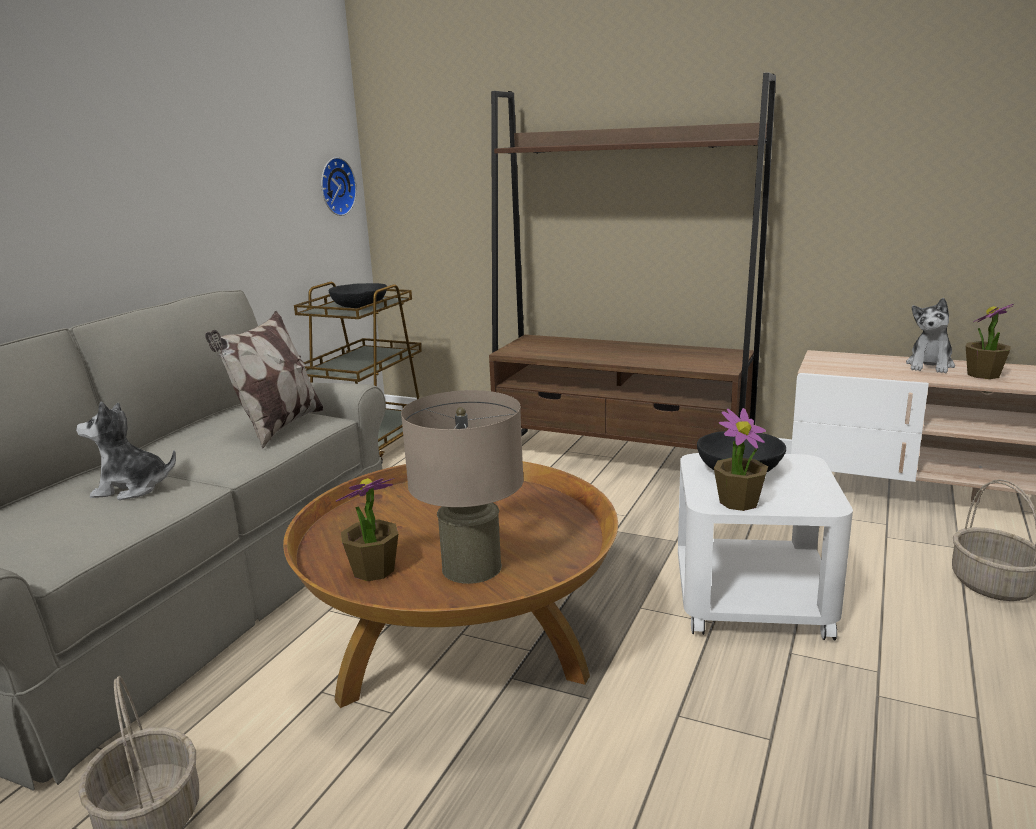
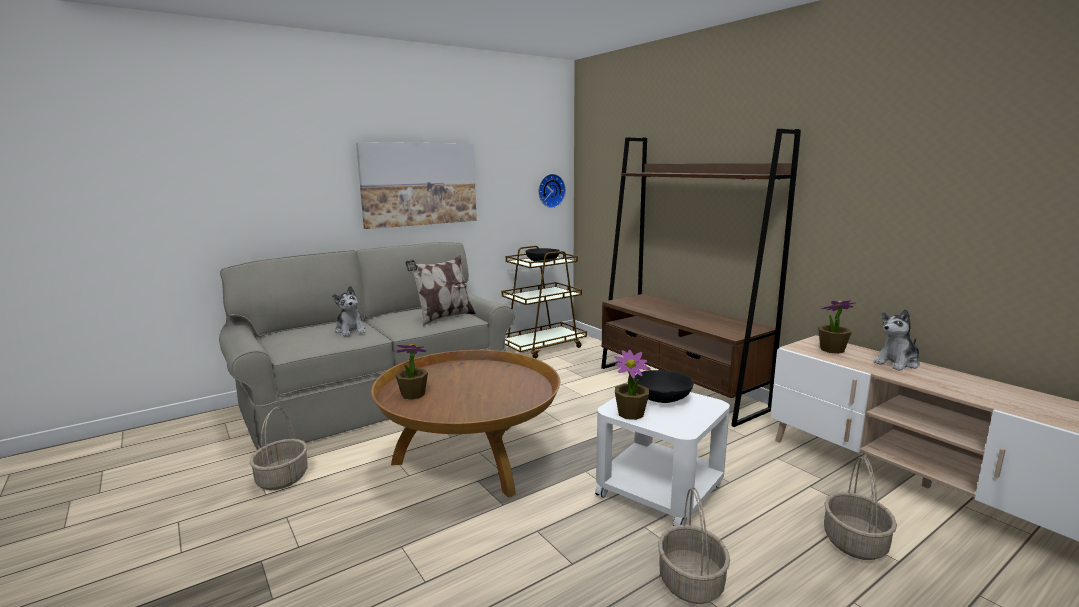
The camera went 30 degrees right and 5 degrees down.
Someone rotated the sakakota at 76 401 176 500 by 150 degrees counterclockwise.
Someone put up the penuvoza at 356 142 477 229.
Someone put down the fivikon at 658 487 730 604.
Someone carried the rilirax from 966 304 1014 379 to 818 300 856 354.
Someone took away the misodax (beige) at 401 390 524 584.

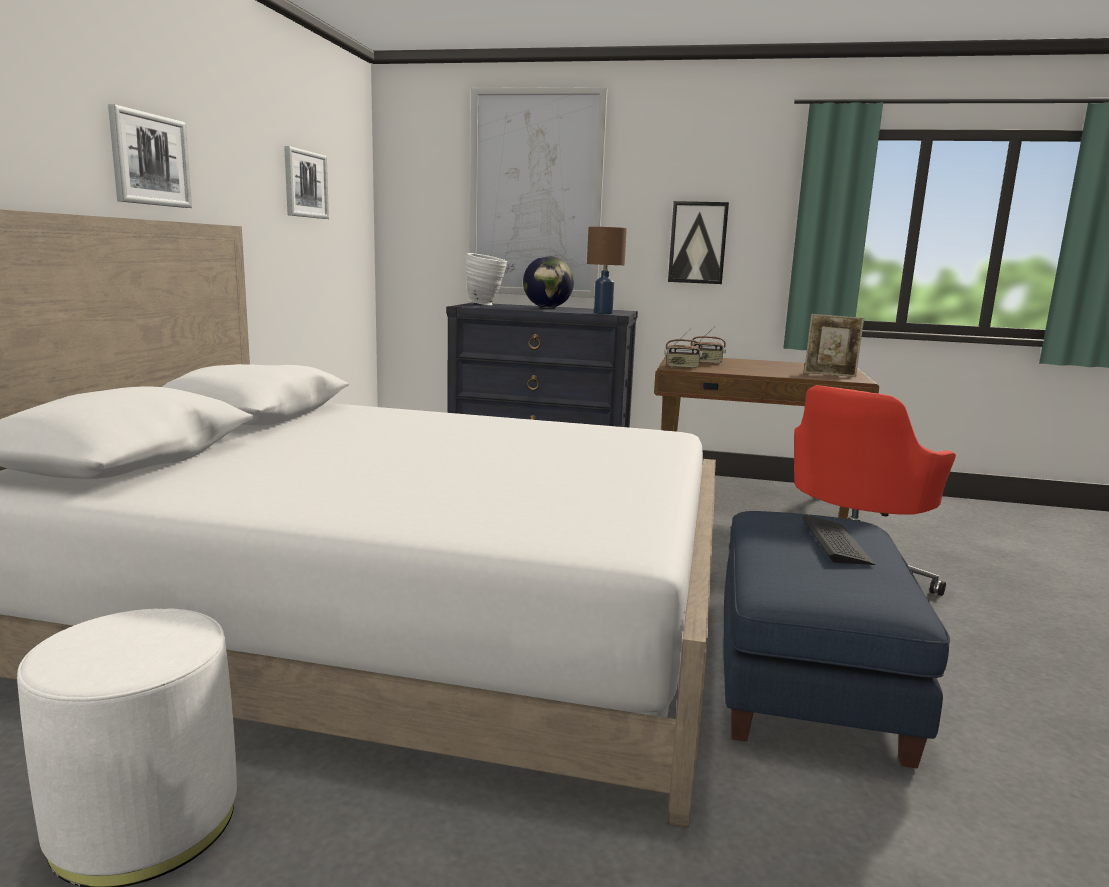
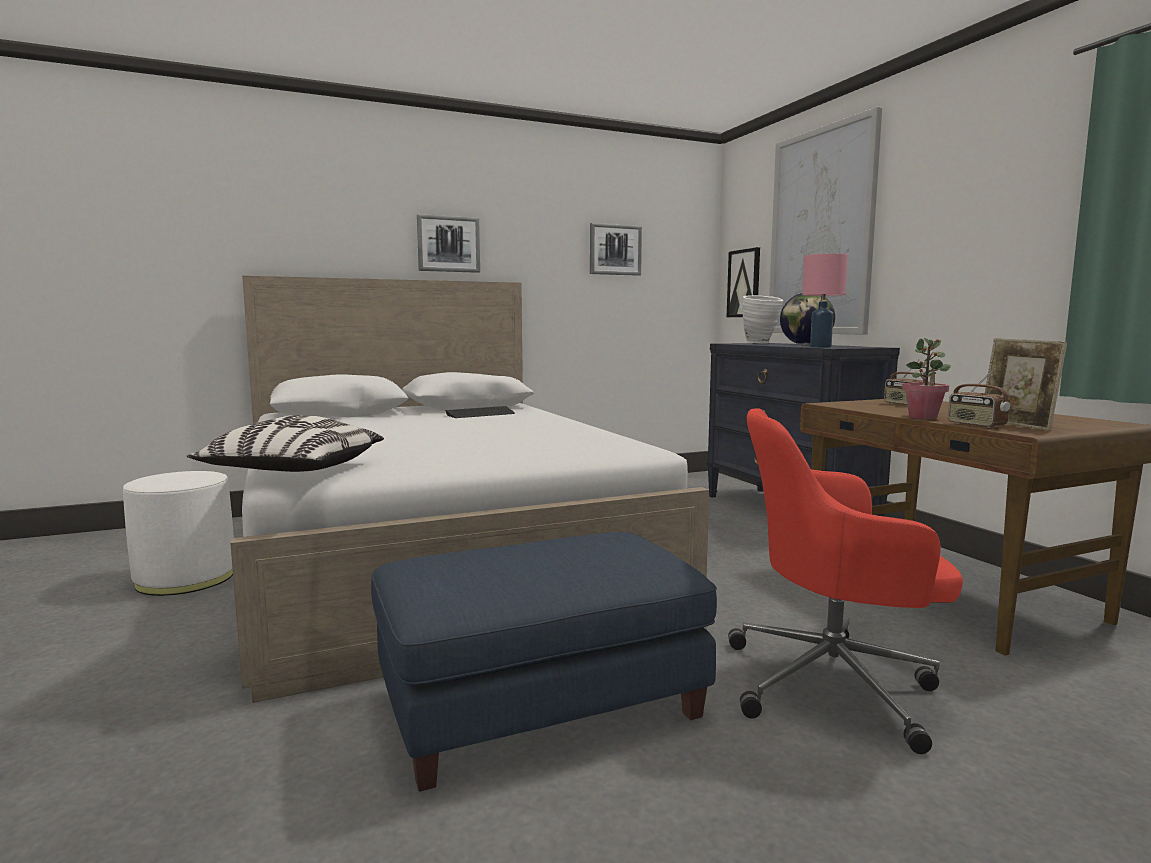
The camera went 55 degrees right and 5 degrees down.
Someone put down the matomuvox at 187 415 384 472.
Someone carried the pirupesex from 802 515 875 565 to 445 406 515 418.
Someone carried the penuvoza from 668 201 729 284 to 727 247 760 317.
Someone repainted the misodax (brown) at 587 227 627 314, which became the misodax (pink) at 802 253 848 348.
Someone put down the rilirax at 902 338 951 419.
Someone carried the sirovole from 664 329 703 369 to 948 368 1010 428.

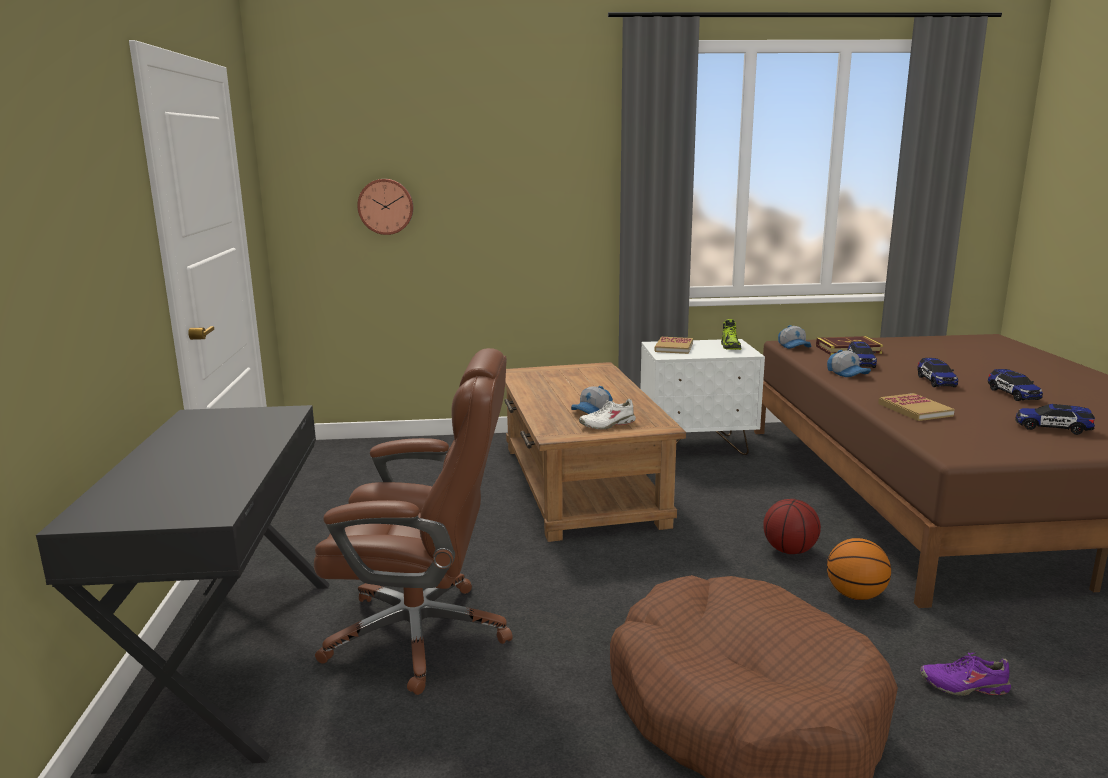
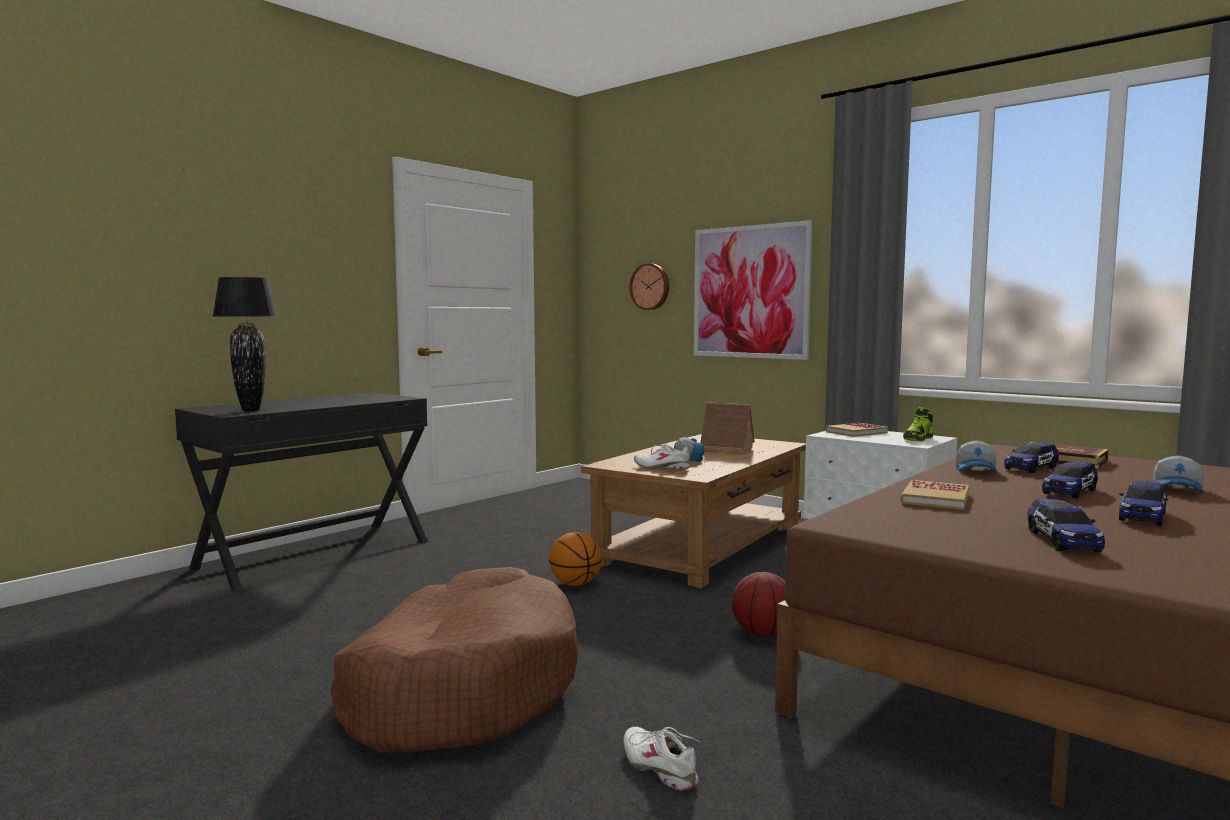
The camera went 45 degrees right and 10 degrees down.
Someone put down the misodax (black) at 212 277 279 412.
Someone carried the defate from 827 538 891 600 to 549 532 602 586.
Someone repainted the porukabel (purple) at 920 653 1011 696, which became the porukabel (white) at 623 727 699 791.
Someone put up the penuvoza at 694 220 813 360.
Someone put down the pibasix at 700 402 755 453.
Someone rotated the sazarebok at 1015 404 1095 435 by 150 degrees counterclockwise.
Someone carried the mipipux from 778 325 811 349 to 1153 455 1203 494.
Someone took away the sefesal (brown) at 314 348 513 695.

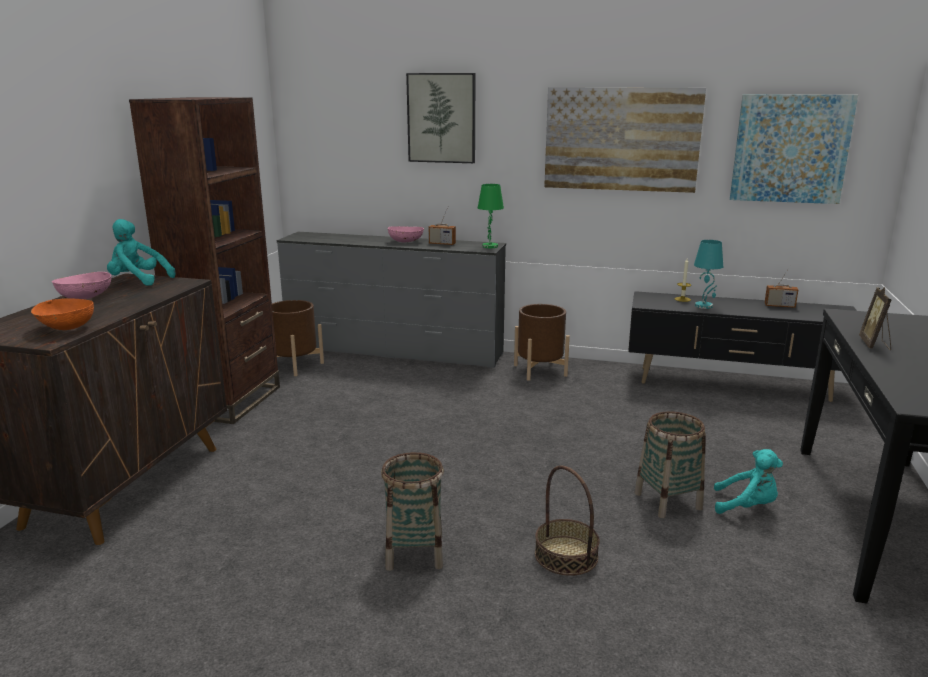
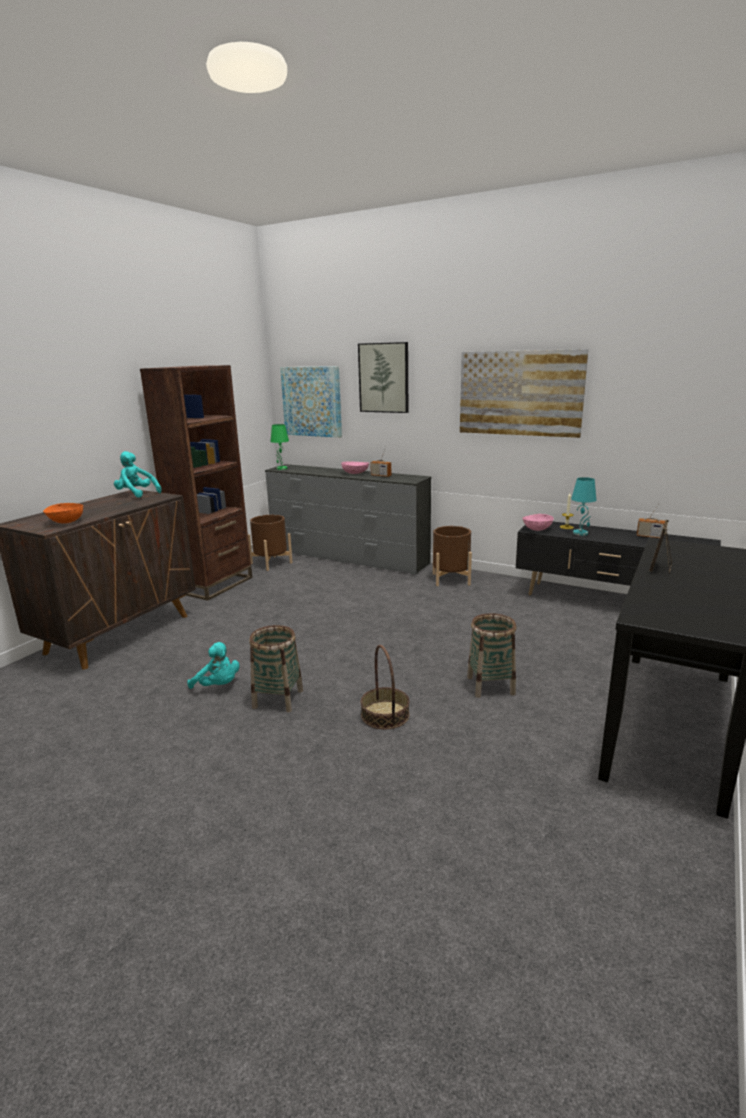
The camera went 15 degrees right and 0 degrees up.
Someone carried the sakakota (turquoise) from 714 449 783 514 to 187 642 240 689.
Someone carried the misodax (green) from 478 184 504 248 to 270 424 289 470.
Someone carried the penuvoza from 730 94 858 204 to 280 366 342 438.
Someone carried the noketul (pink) from 52 272 111 299 to 523 514 554 531.

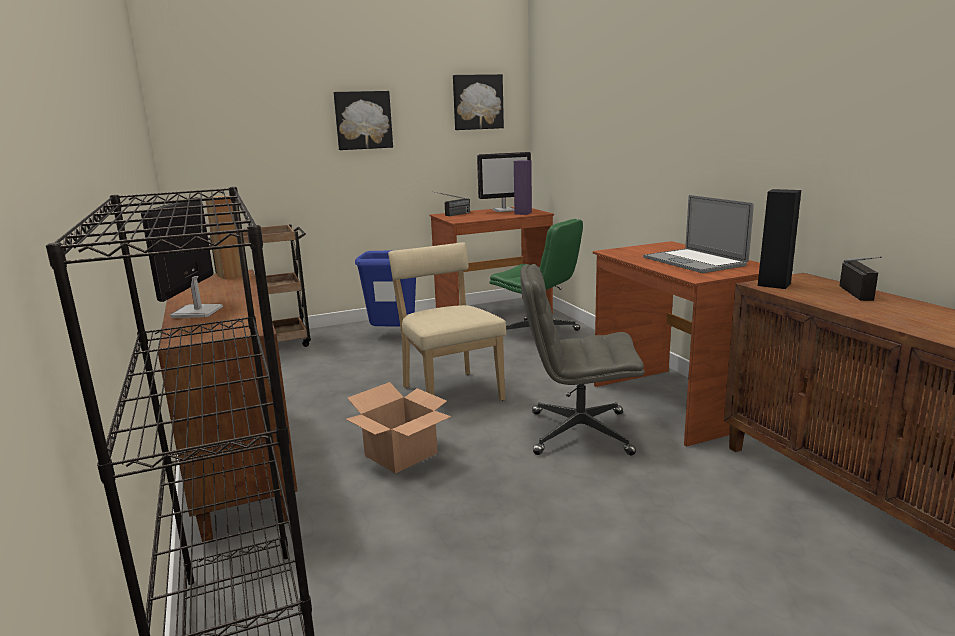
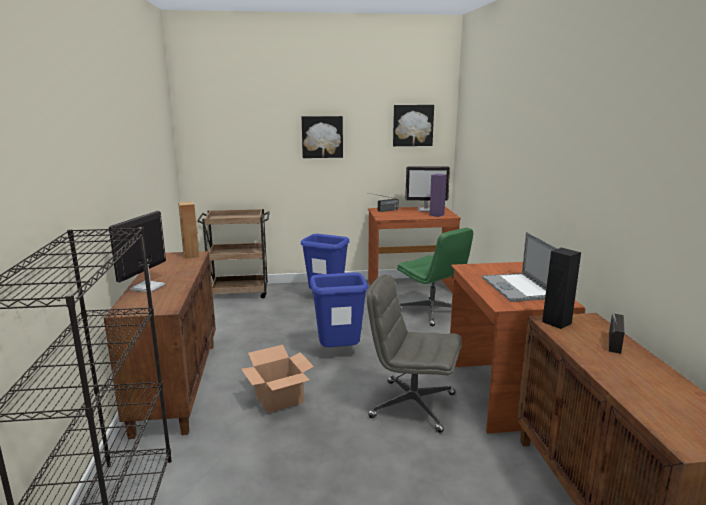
The camera went 15 degrees right and 0 degrees up.
Someone swapped the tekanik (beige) at 388 242 506 401 for the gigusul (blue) at 310 272 368 347.

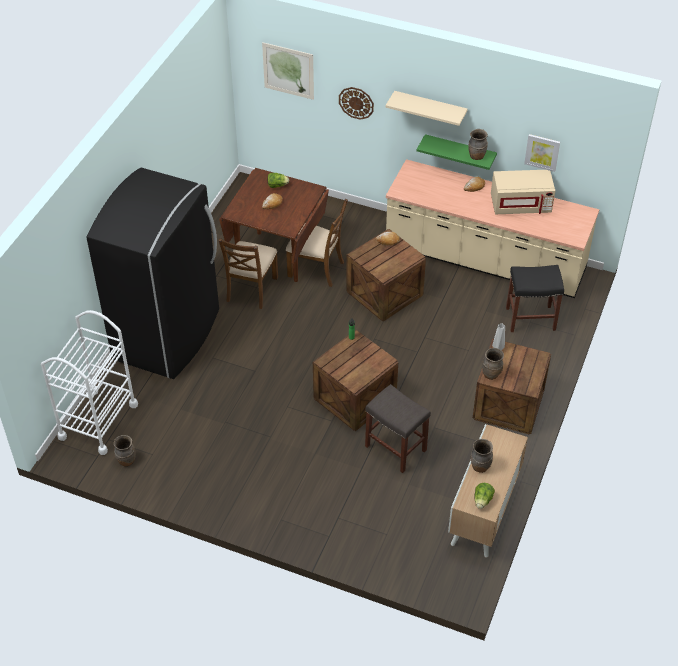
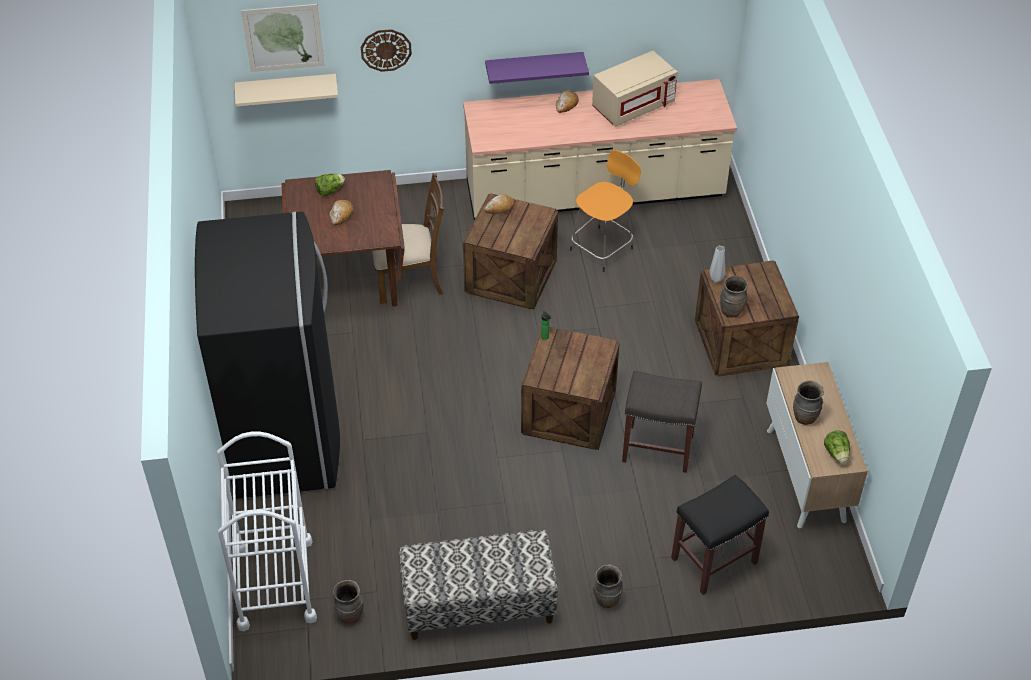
The camera went 30 degrees left and 0 degrees up.
Someone carried the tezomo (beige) from 385 91 467 126 to 235 74 338 107.
Someone put down the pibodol at 399 530 558 640.
Someone repainted the tezomo (green) at 417 134 497 170, which became the tezomo (purple) at 485 52 589 84.
Someone put down the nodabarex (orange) at 570 150 641 272.
Someone carried the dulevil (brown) from 468 129 488 160 to 593 564 623 608.
Someone carried the nodabarex (black) from 506 265 564 332 to 671 475 769 595.
Someone took away the tekanik (brown) at 219 238 278 309.
Someone took away the penuvoza at 524 134 560 172.

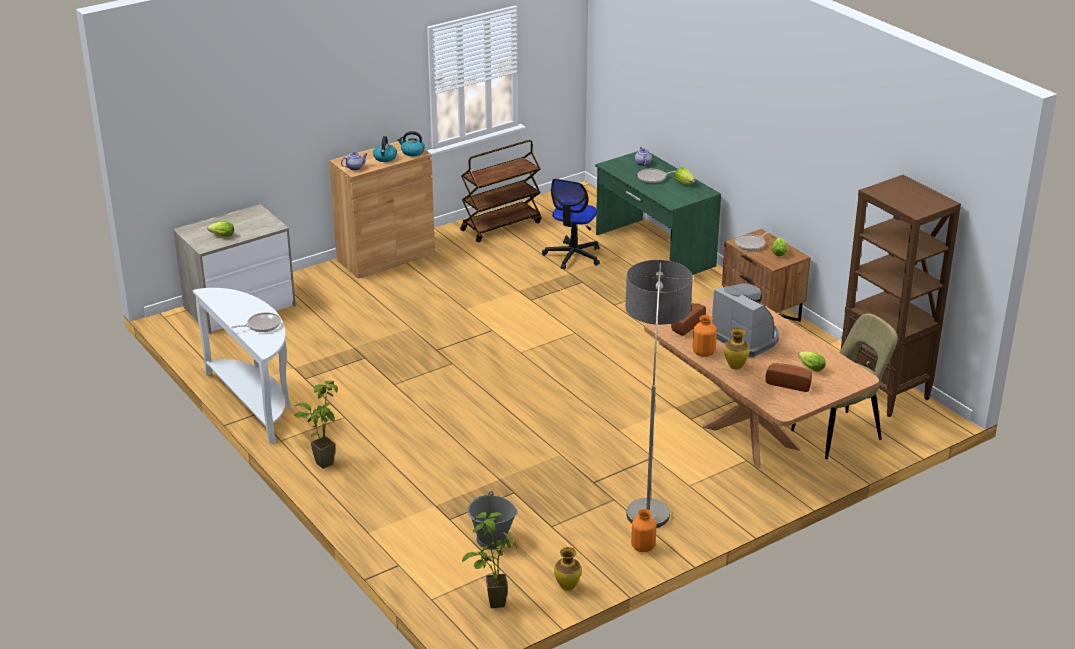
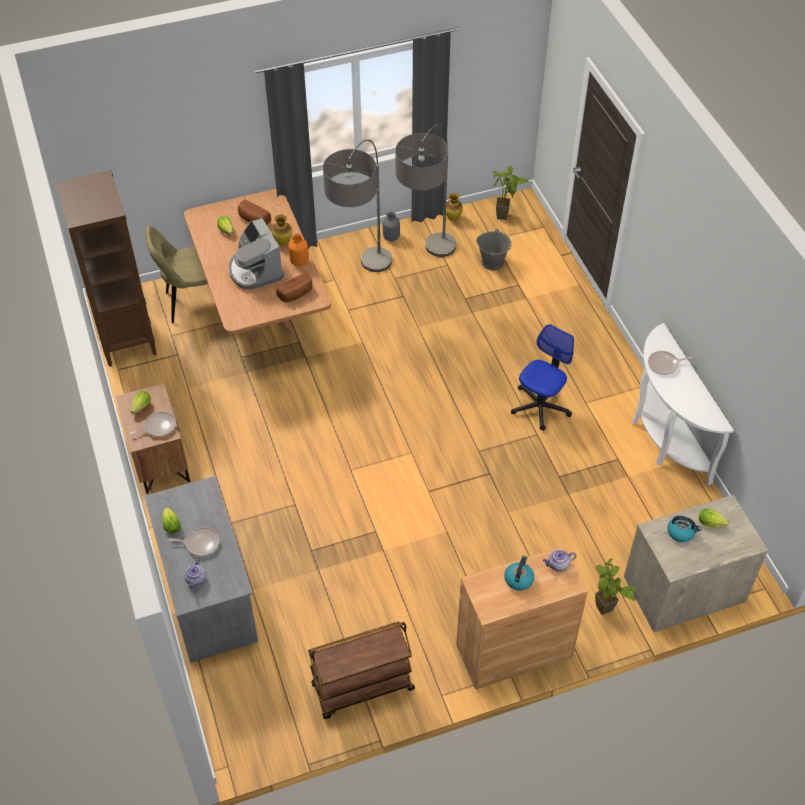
The camera went 165 degrees left and 20 degrees up.
Someone repainted the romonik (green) at 595 151 721 275, which became the romonik (grey) at 144 476 258 663.
Someone repainted the dulevil (orange) at 631 509 656 552, which became the dulevil (grey) at 383 212 400 241.
Someone put down the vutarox at 395 124 456 257.
Someone carried the sefesal from 542 179 600 270 to 511 324 574 431.
Someone carried the rilirax from 294 381 338 469 to 595 558 636 615.
Someone carried the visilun from 397 131 425 156 to 667 516 702 542.

